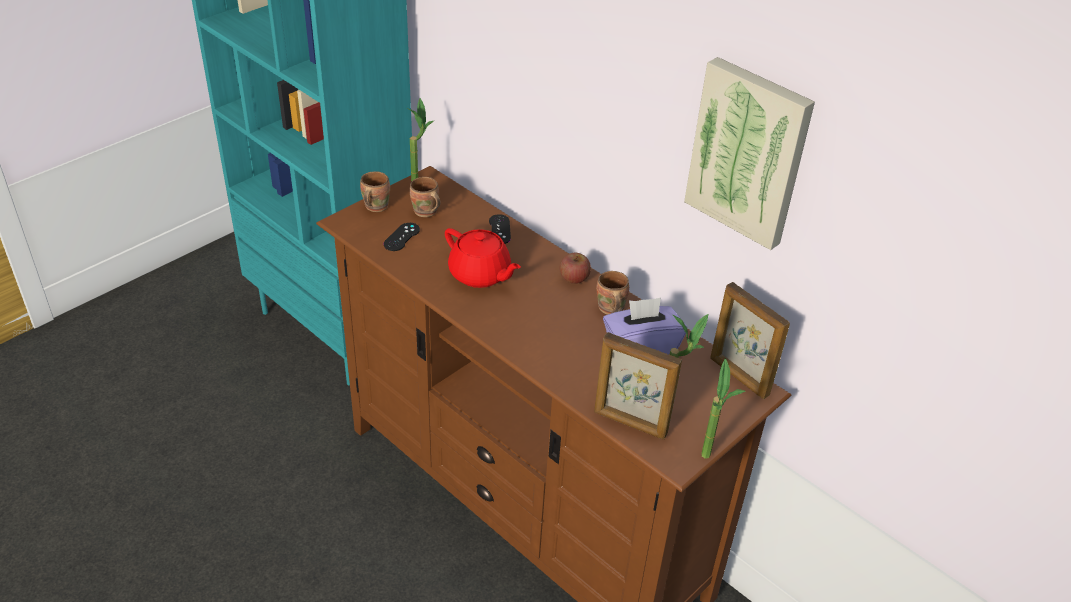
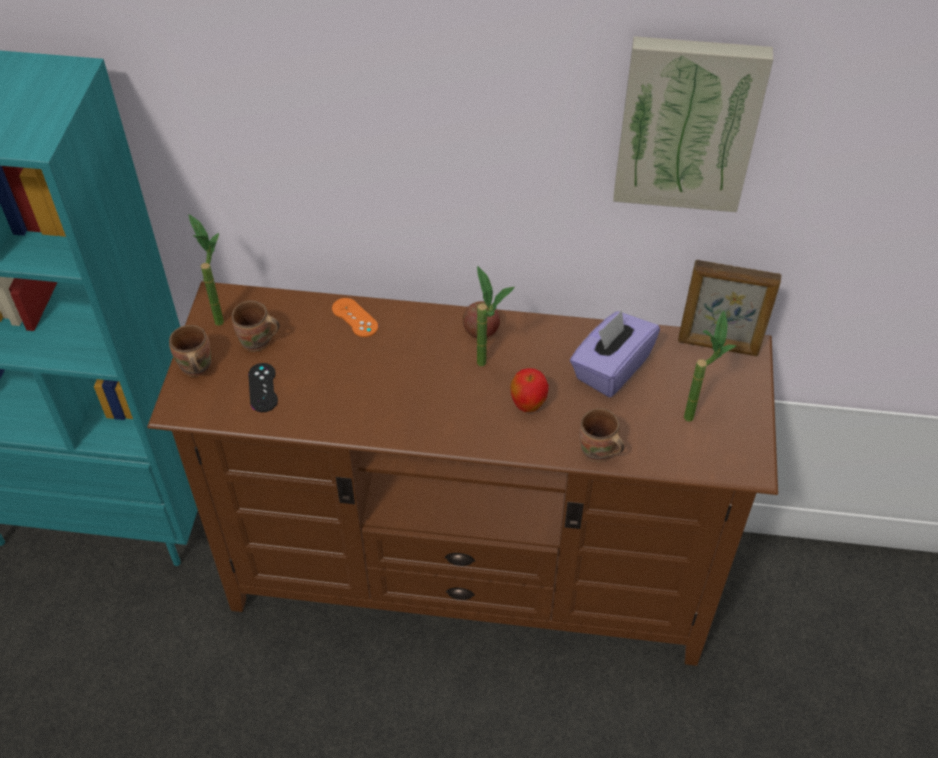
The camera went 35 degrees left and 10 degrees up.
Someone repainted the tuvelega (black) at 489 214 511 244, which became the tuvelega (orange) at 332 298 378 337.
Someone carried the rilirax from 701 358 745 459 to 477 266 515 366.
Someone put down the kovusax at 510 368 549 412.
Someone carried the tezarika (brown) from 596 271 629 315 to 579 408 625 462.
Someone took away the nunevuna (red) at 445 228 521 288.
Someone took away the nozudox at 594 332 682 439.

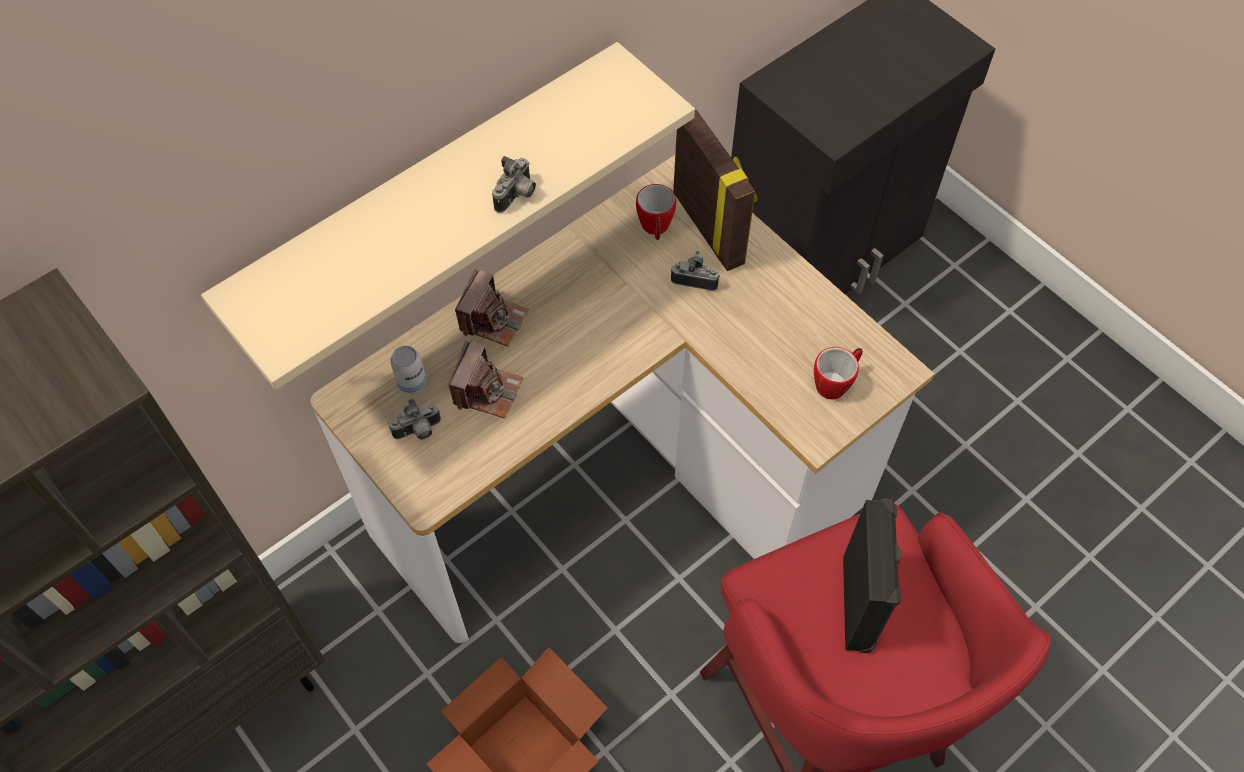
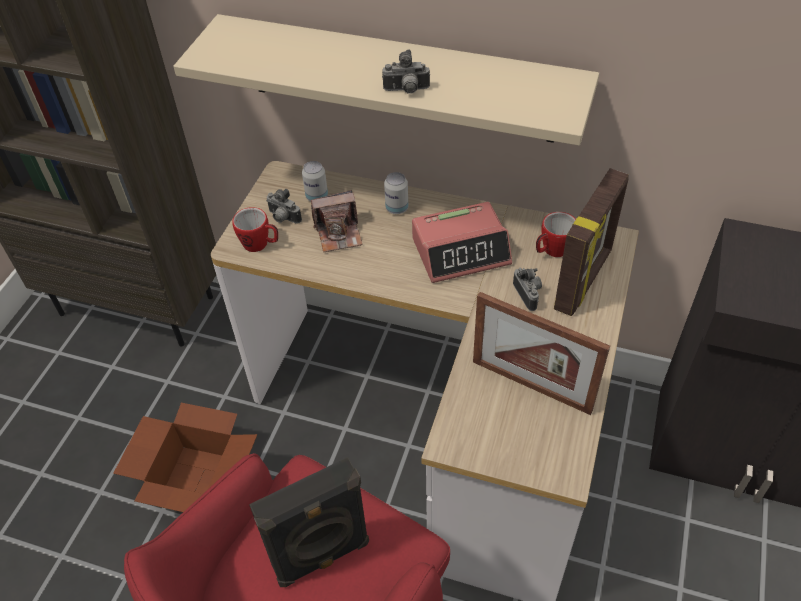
The camera went 60 degrees right and 10 degrees down.
Someone carried the tezarika from 814 347 863 399 to 232 207 278 252.
Someone swapped the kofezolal at 455 269 529 346 for the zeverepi at 384 172 408 214.
Someone put down the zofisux at 412 202 512 283.
Someone put down the nozudox at 473 292 610 415.

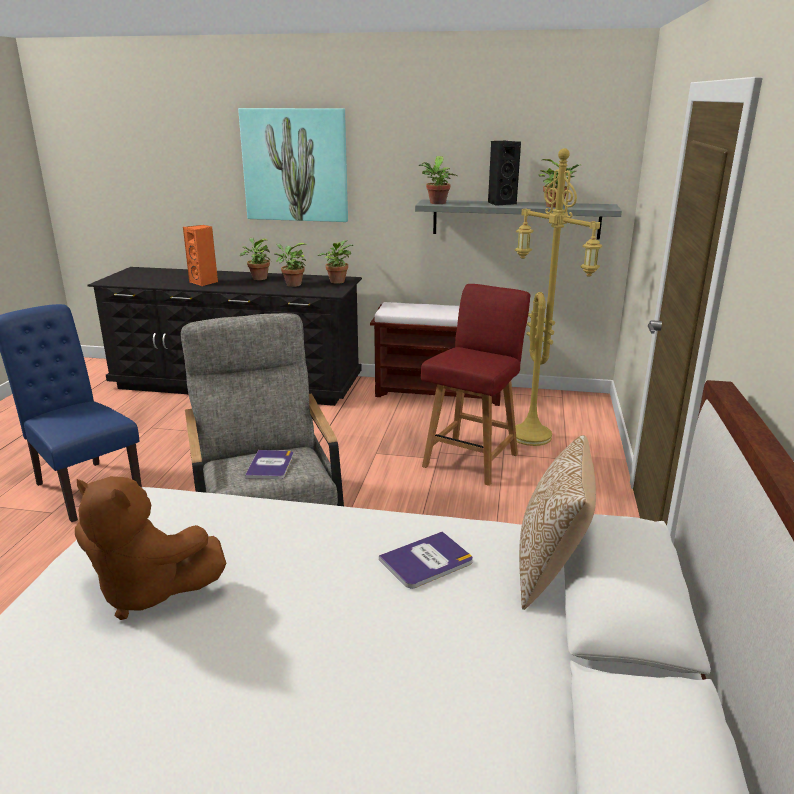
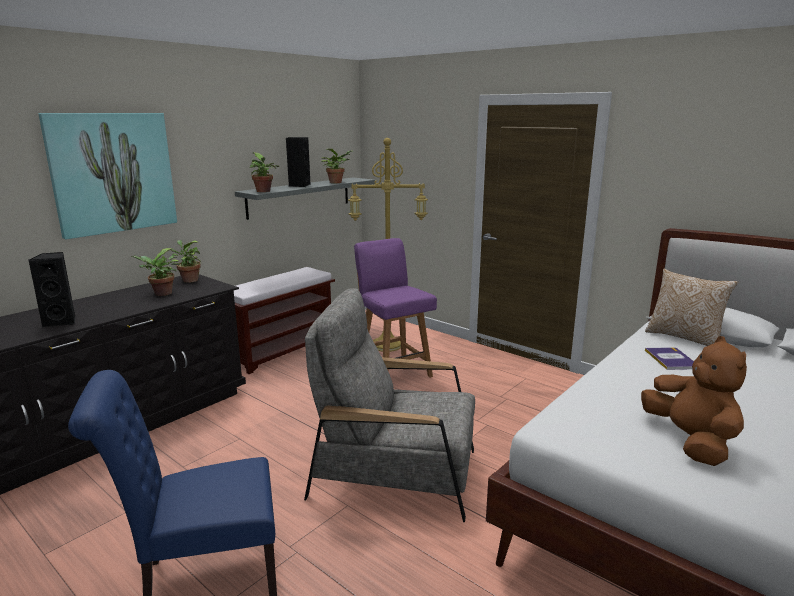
The camera went 60 degrees left and 5 degrees down.
Someone repainted the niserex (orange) at 183 225 218 286, which became the niserex (black) at 29 252 75 328.
Someone repainted the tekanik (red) at 421 284 531 486, which became the tekanik (purple) at 354 238 437 378.
Someone rotated the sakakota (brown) at 75 476 226 620 by 60 degrees counterclockwise.
Someone took away the rilirax at 240 238 271 280.
Someone took away the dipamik at 245 450 293 479.

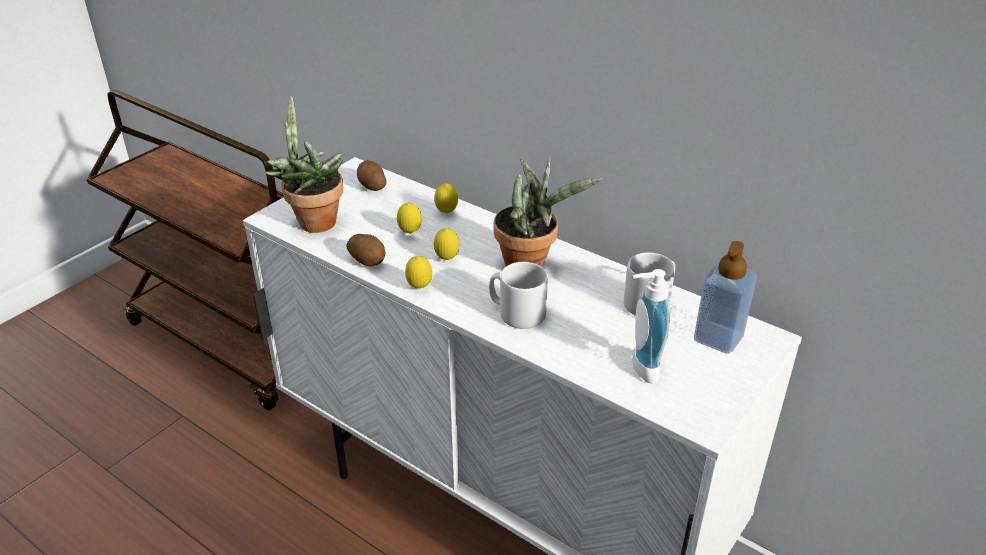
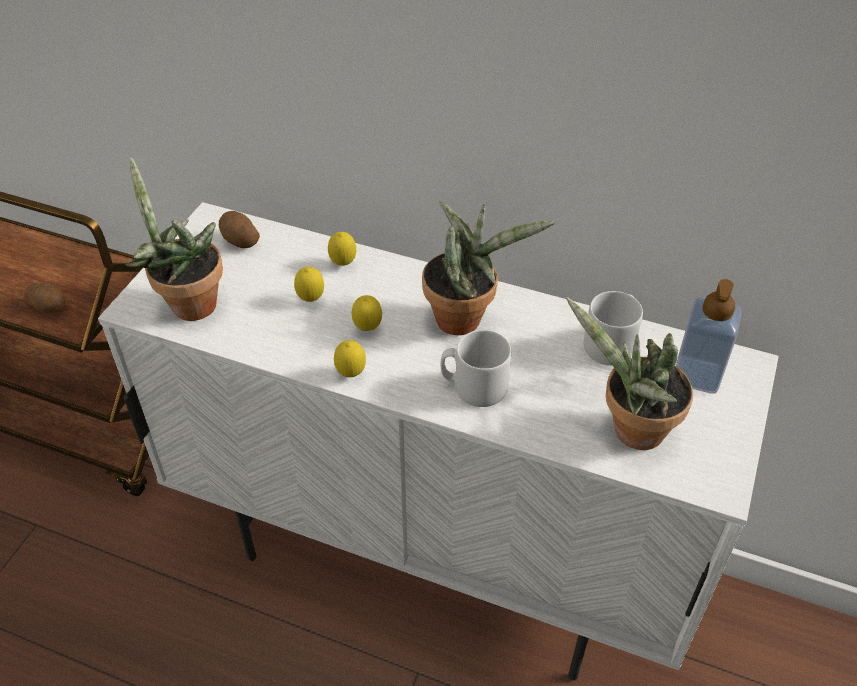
The camera went 15 degrees left and 10 degrees up.
Someone carried the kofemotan from 346 234 385 266 to 24 283 65 314.
Someone swapped the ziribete at 632 269 670 384 for the rilirax at 566 297 693 450.

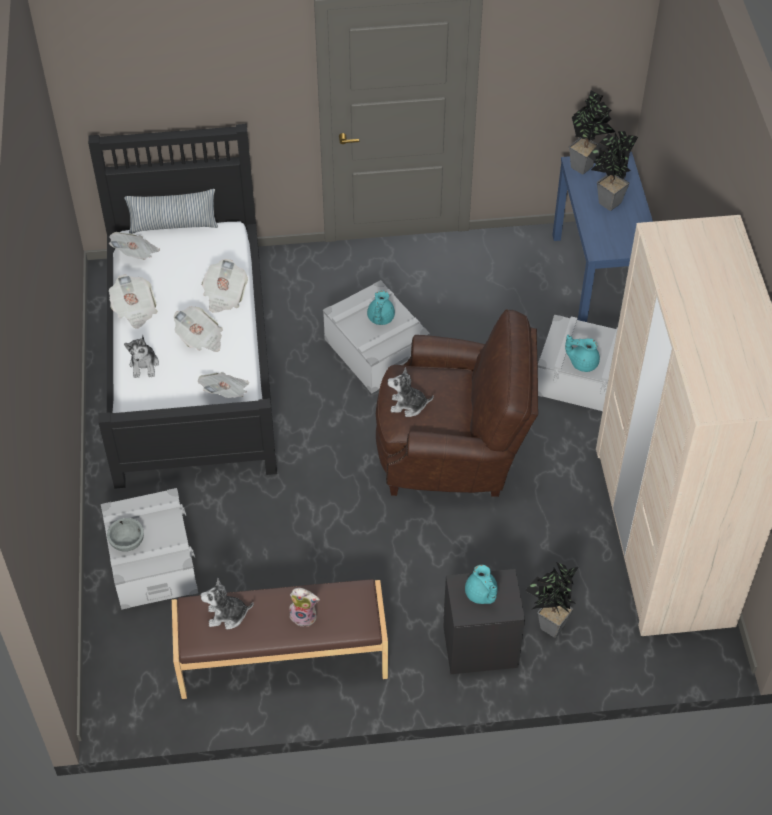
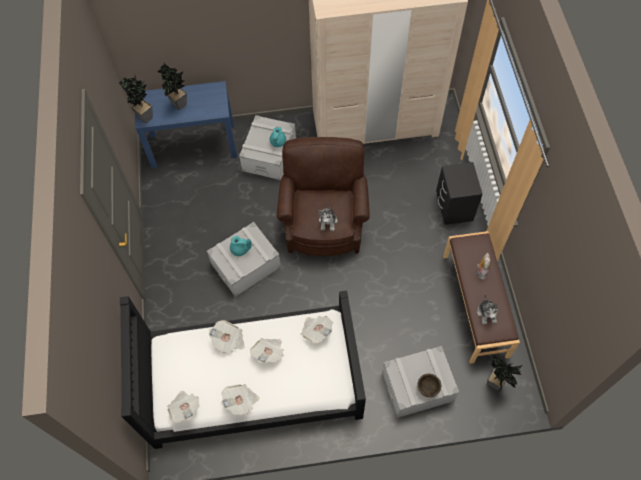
The camera went 90 degrees left and 10 degrees up.
Someone repainted the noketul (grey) at 107 518 144 552, which became the noketul (brown) at 418 374 441 397.
Someone carried the rilirax from 525 562 579 638 to 487 355 522 391.
Someone took away the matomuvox at 124 189 218 234.
Someone took away the sakakota at 124 335 159 378.
Someone took away the nunevuna (turquoise) at 465 565 498 604.

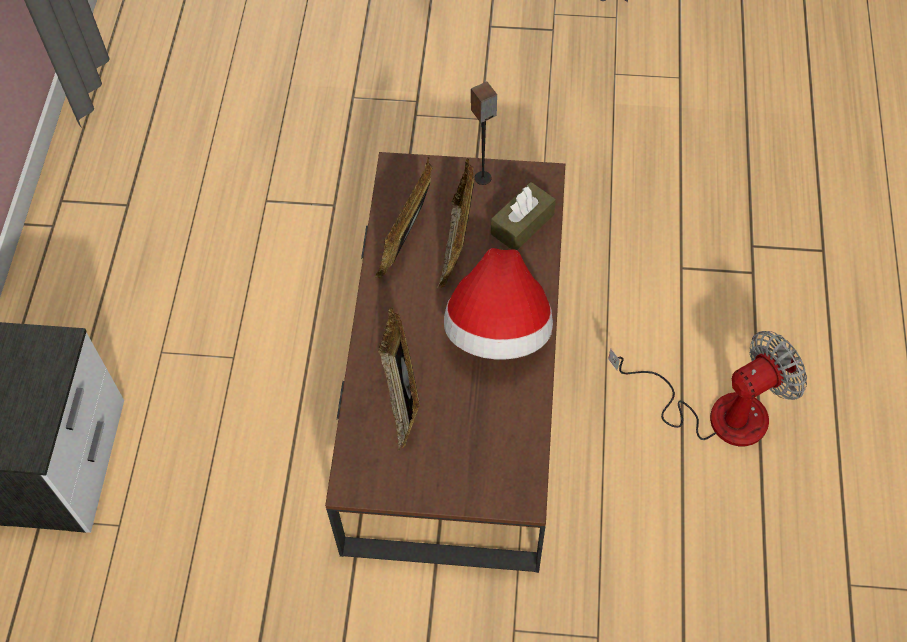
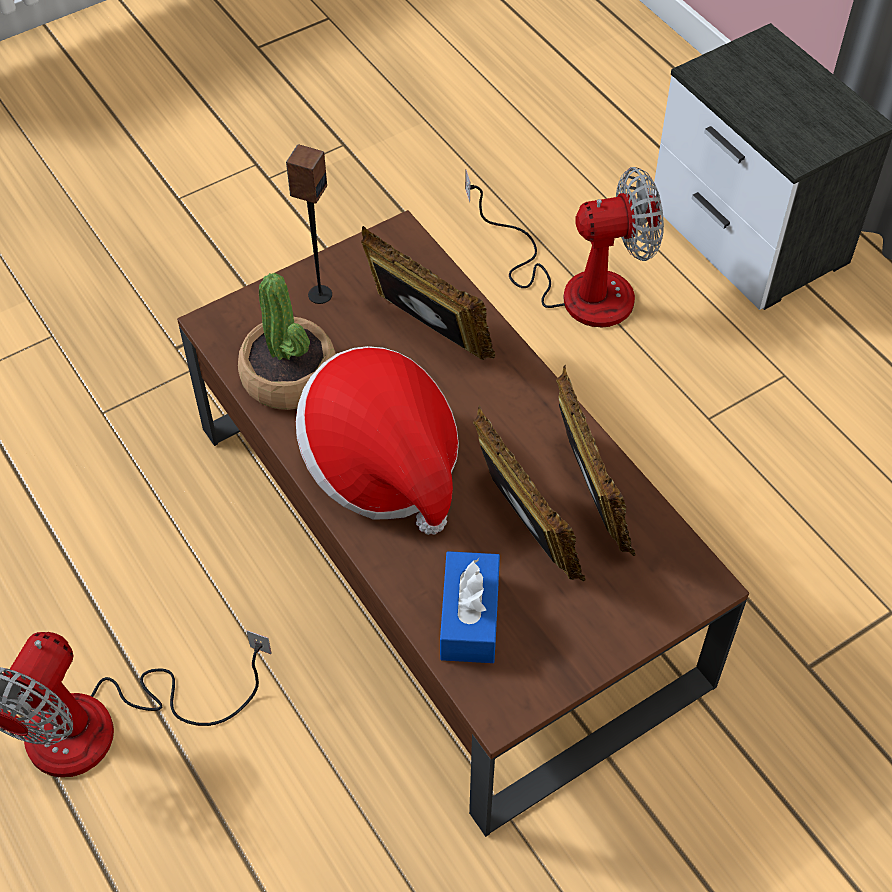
The camera went 140 degrees right and 5 degrees down.
Someone put down the rilirax at 238 273 336 410.
Someone carried the niserex from 471 81 497 185 to 286 144 332 304.
Someone repainted the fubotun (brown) at 491 182 556 250, which became the fubotun (blue) at 440 551 500 663.
Someone put down the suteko at 465 167 664 327.

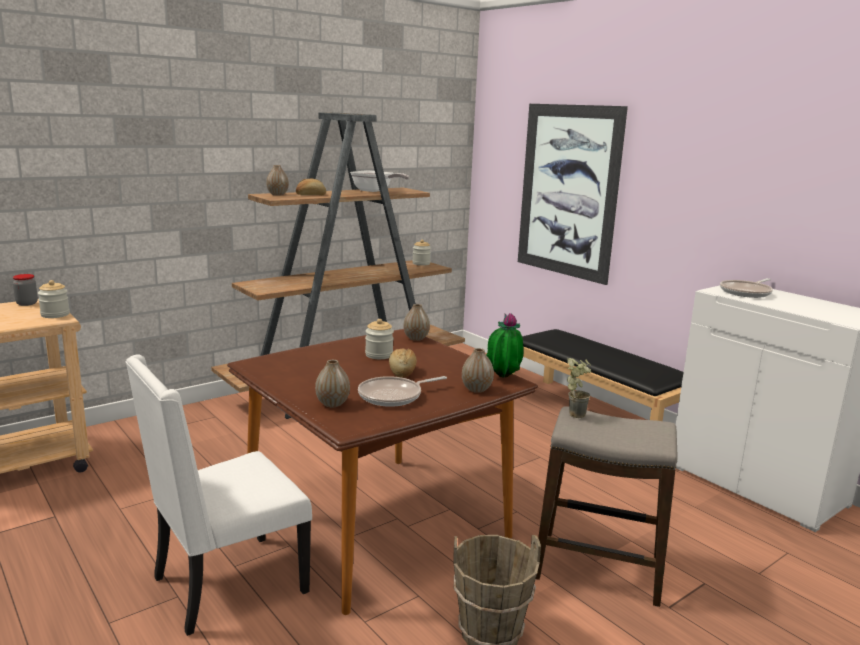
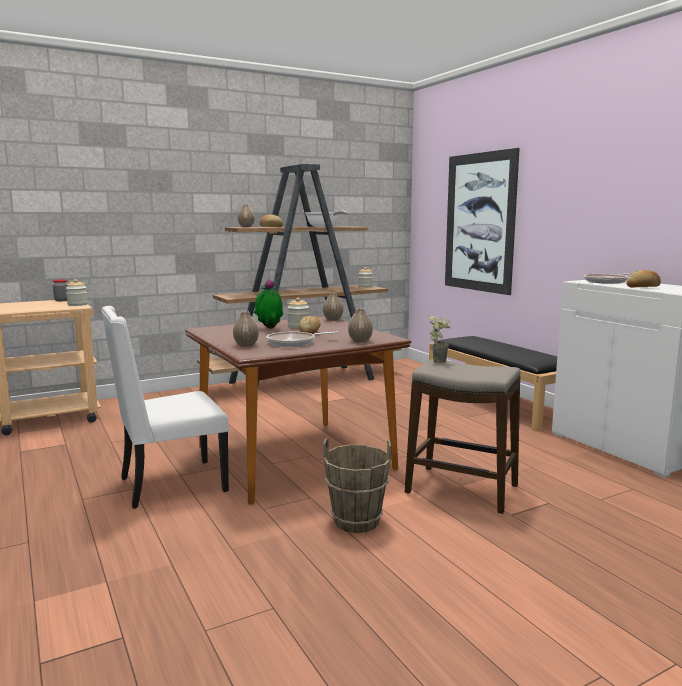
The camera went 10 degrees right and 5 degrees down.
Someone carried the rilirax from 486 313 524 378 to 254 279 283 329.
Someone put down the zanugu at 626 270 661 287.

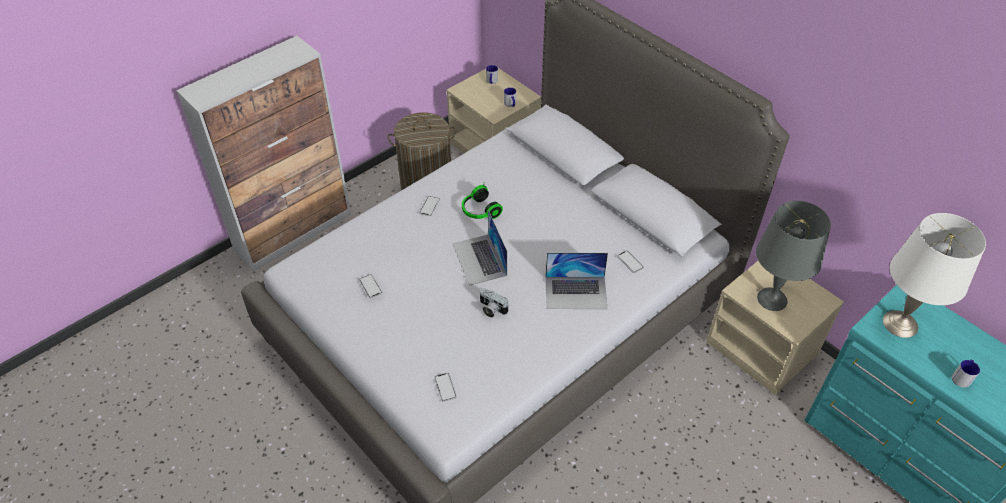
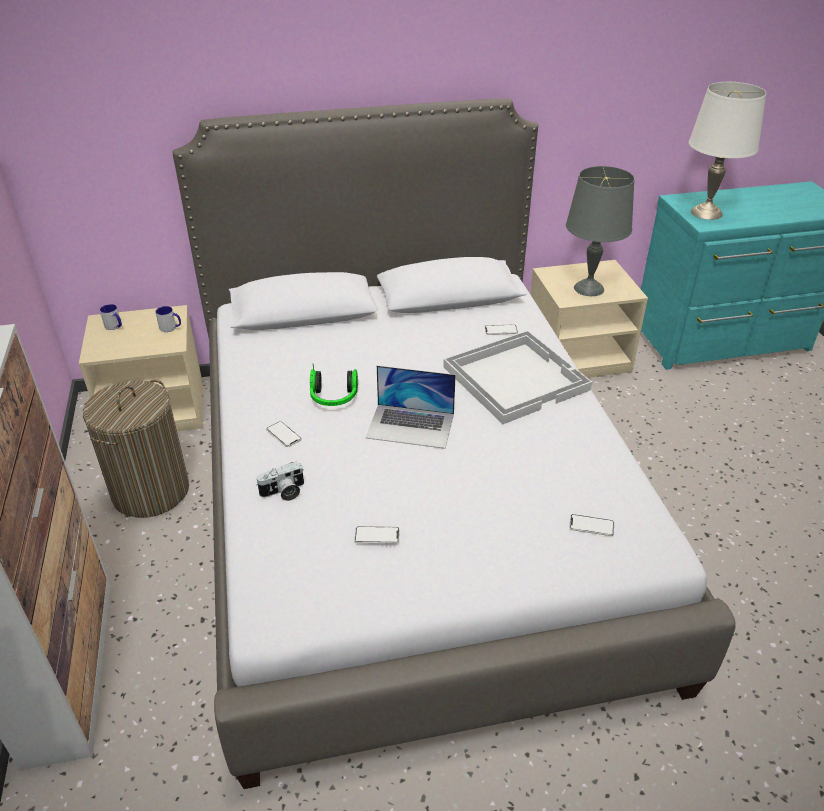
The camera went 60 degrees left and 10 degrees down.
Someone carried the kofezolal from 480 288 509 318 to 256 461 304 501.
Someone swapped the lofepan at 545 253 608 309 for the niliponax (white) at 443 330 592 424.
Someone took away the tezarika at 952 360 980 388.

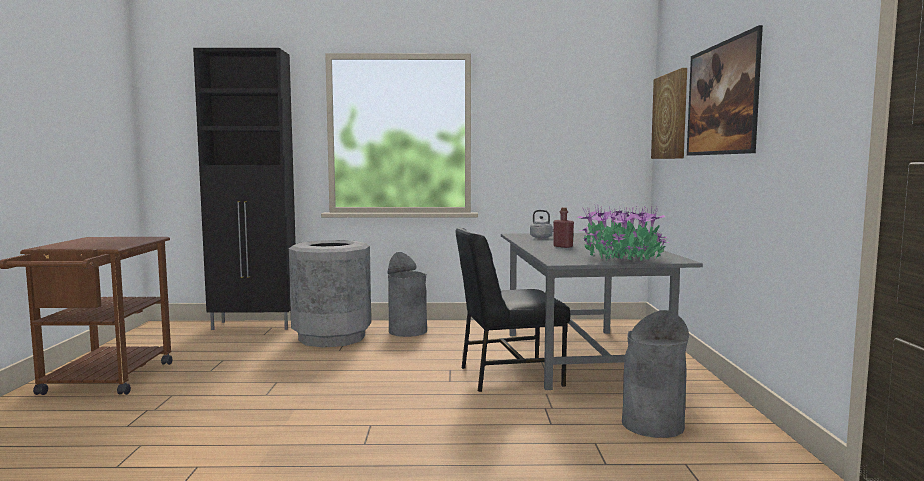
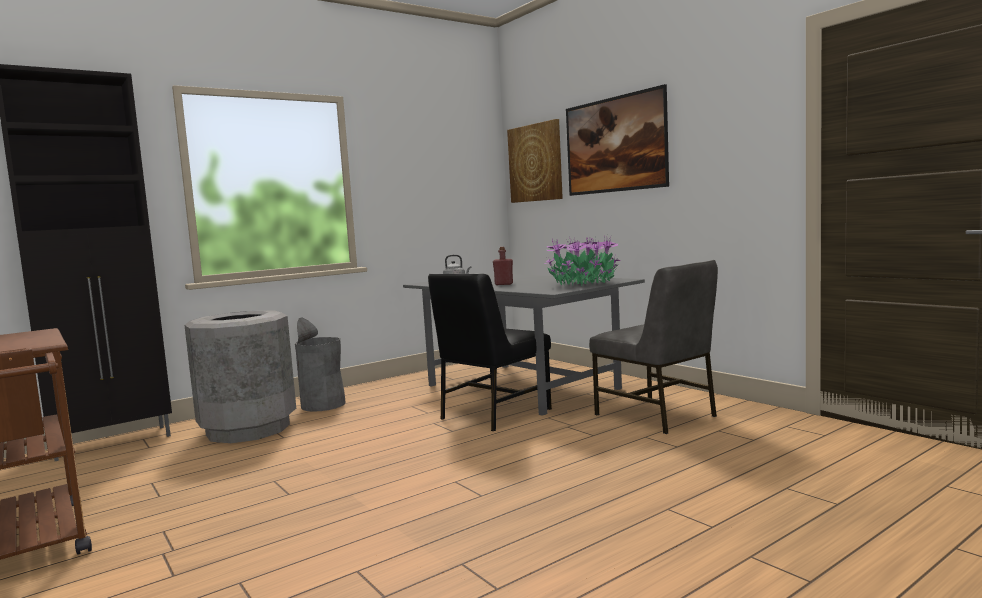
The camera went 35 degrees left and 0 degrees up.
Someone swapped the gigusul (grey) at 622 310 689 438 for the tekanik (grey) at 589 260 718 434.

